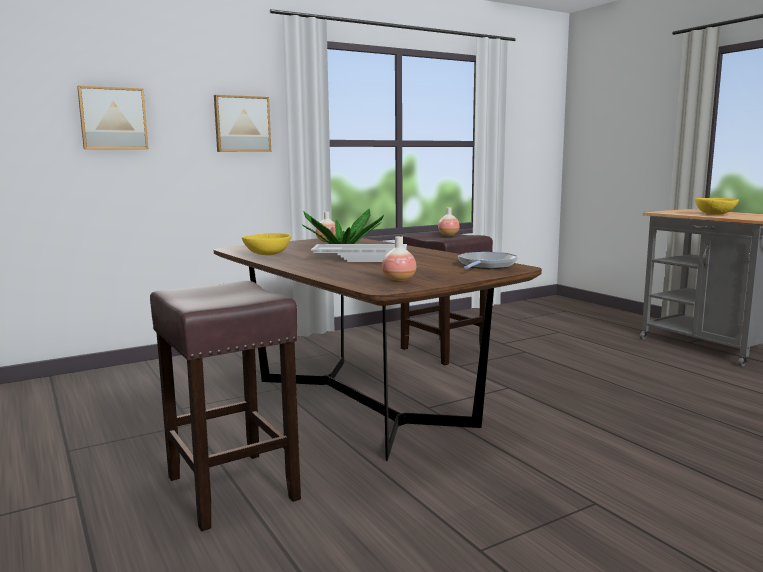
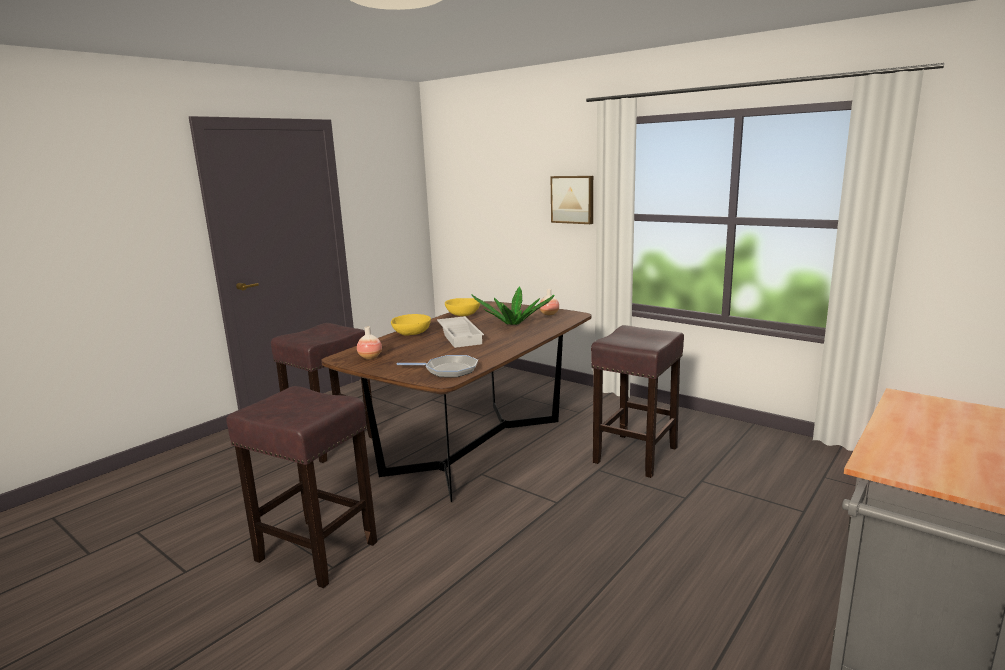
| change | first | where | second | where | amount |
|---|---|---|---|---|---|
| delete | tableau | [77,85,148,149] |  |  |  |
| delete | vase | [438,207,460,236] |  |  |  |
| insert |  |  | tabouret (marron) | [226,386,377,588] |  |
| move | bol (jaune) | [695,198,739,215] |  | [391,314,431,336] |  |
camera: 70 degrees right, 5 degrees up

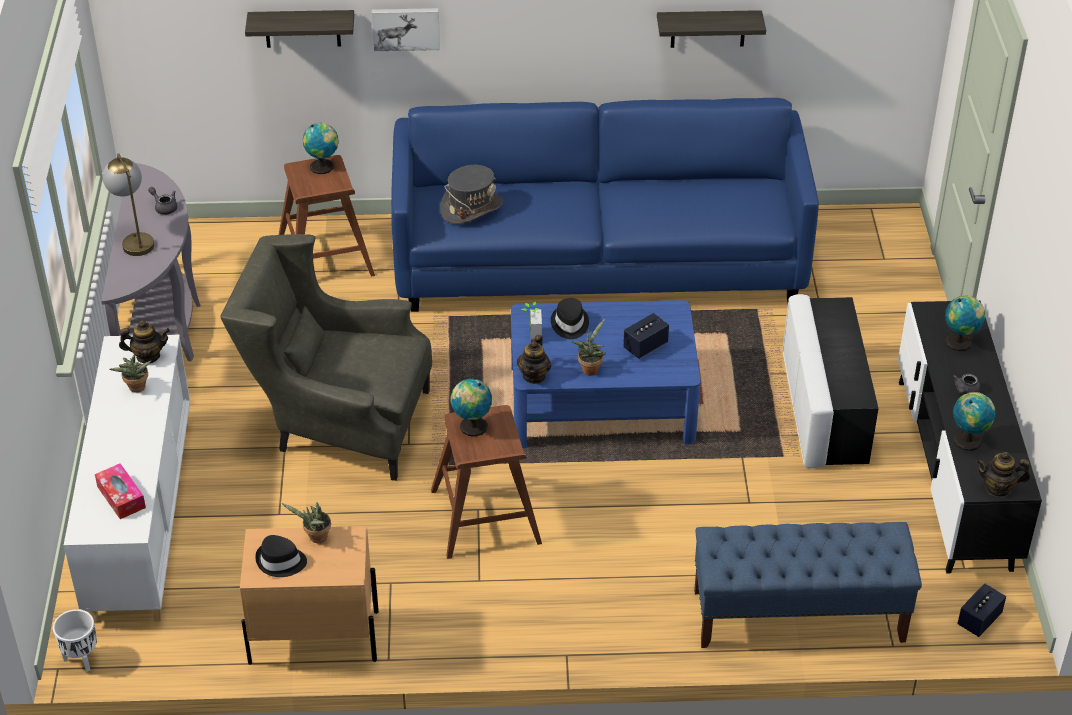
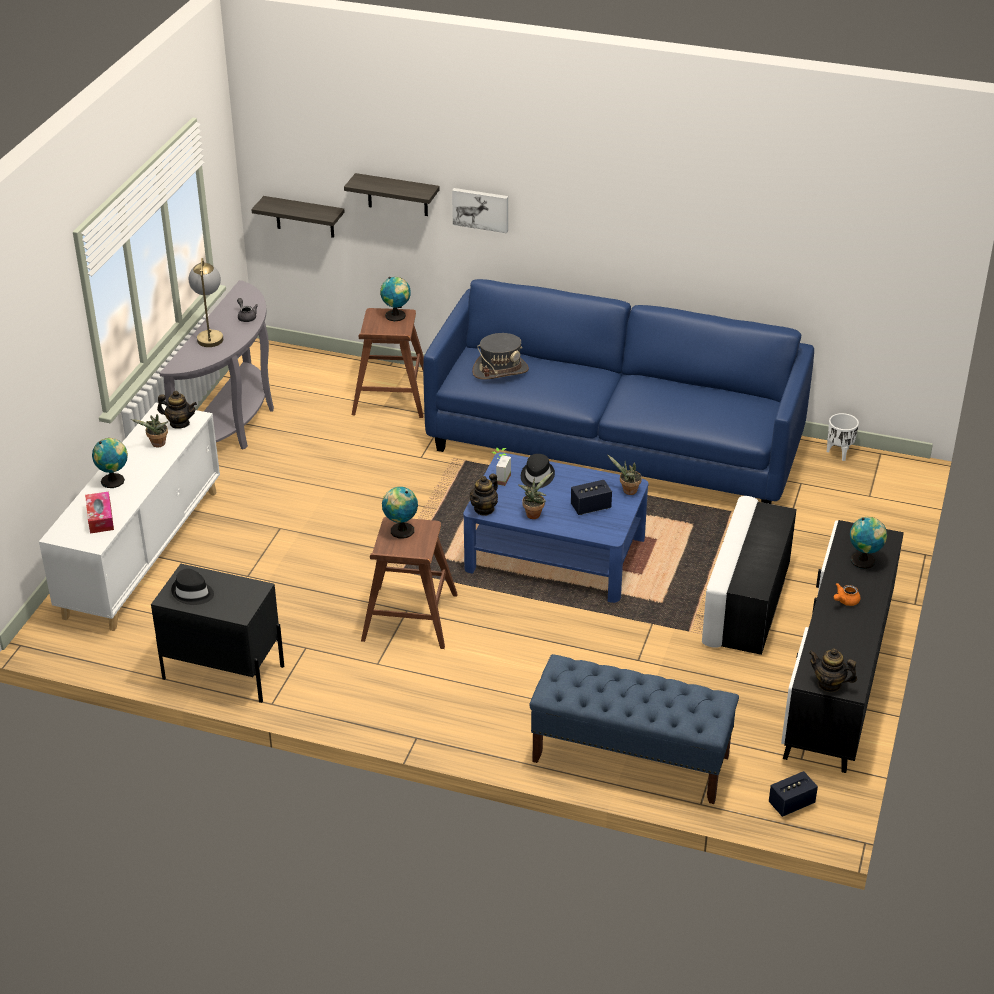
| change | first | where | second | where | amount |
|---|---|---|---|---|---|
| delete | fauteuil (gris) | [220,234,432,481] |  |  |  |
| move | cache-pot (blanc) | [53,609,97,672] |  | [827,413,859,461] |  |
| move | plante en pot | [282,502,331,543] |  | [607,454,642,495] |  |
| move | étagère | [657,10,766,48] |  | [251,196,345,238] |  |
| move | globe | [953,392,996,451] |  | [92,438,128,488] |  |
| recolor | table de chevet (beige) | [240,526,379,665] | table de chevet (noir) | [151,564,284,703] |  |
| recolor | théière (gris) | [952,374,980,395] | théière (orange) | [834,583,860,606] |  |
camera: 20 degrees right, 5 degrees down

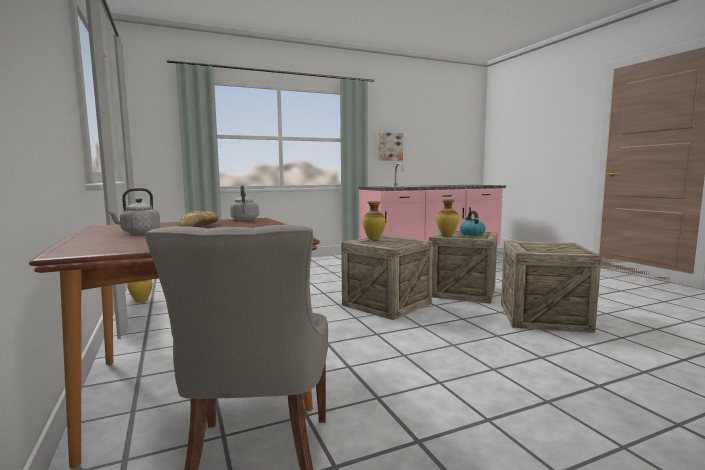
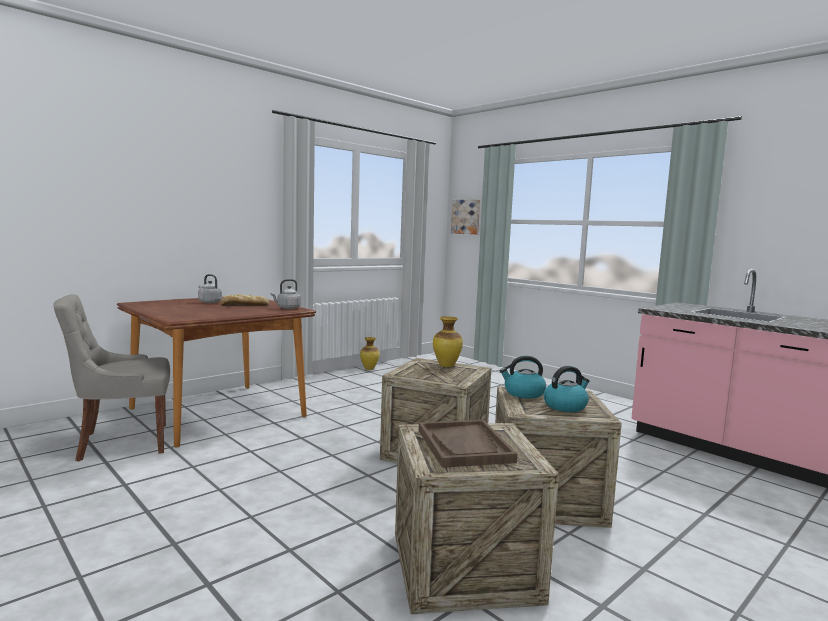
| change | first | where | second | where | amount |
|---|---|---|---|---|---|
| insert |  |  | plateau (marron) | [419,420,517,468] |  |
| move | tableau | [378,132,403,161] |  | [451,199,480,234] |  |
| replace | vase | [436,199,459,236] | bouilloire | [500,356,546,399] |  |
camera: 70 degrees right, 0 degrees up

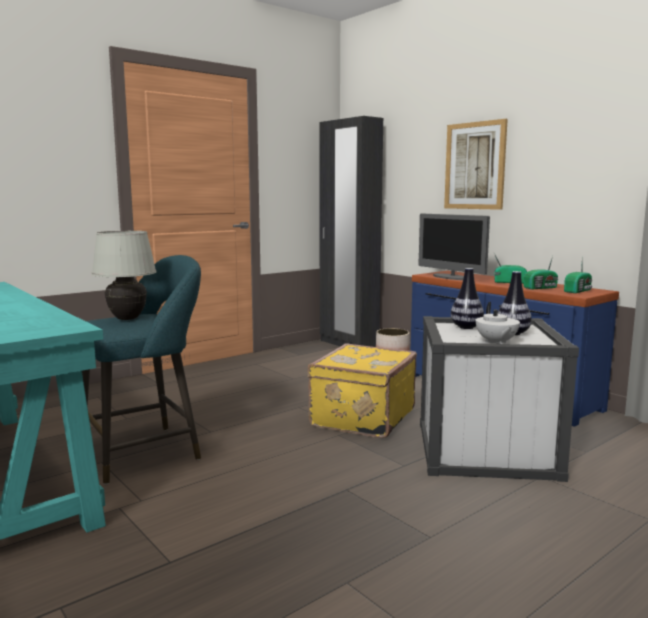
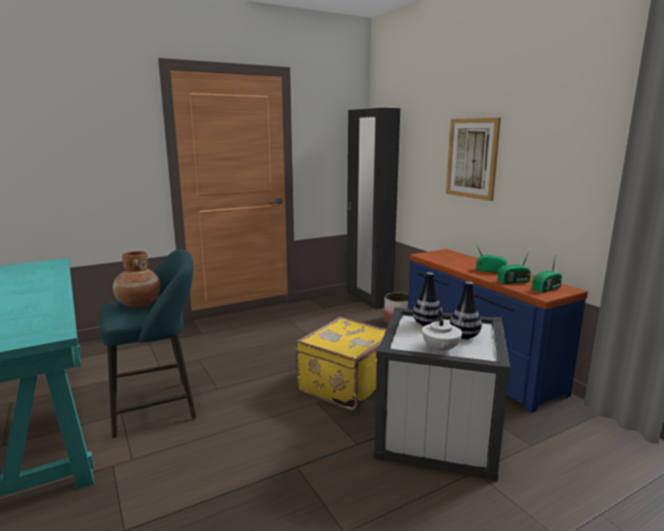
| change | first | where | second | where | amount |
|---|---|---|---|---|---|
| delete | écran d'ordinateur | [418,214,490,280] |  |  |  |
| replace | lampe de table (blanc) | [92,231,156,320] | vase (marron) | [113,251,161,307] |  |
camera: 10 degrees right, 5 degrees up

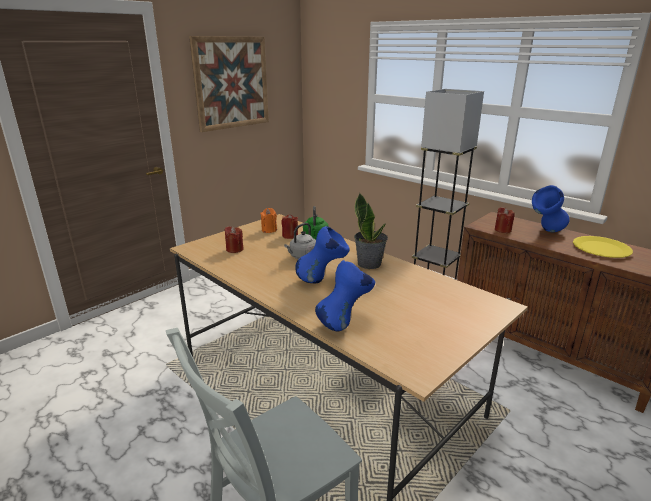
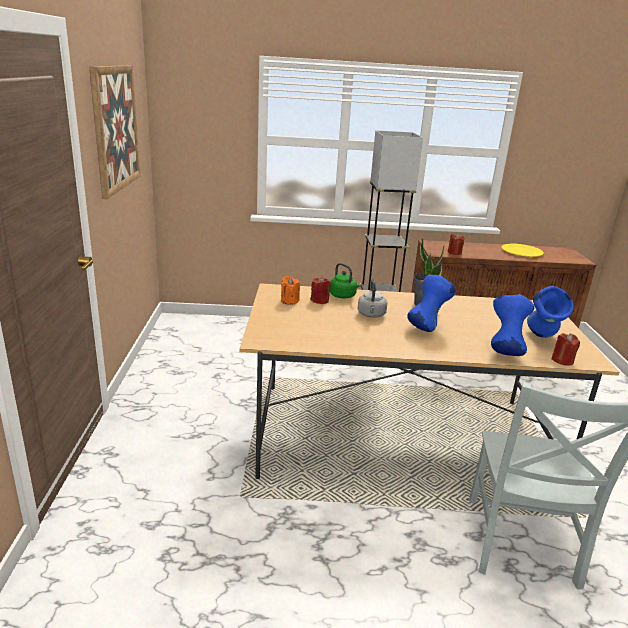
| change | first | where | second | where | amount |
|---|---|---|---|---|---|
| move | bougie (rouge) | [225,226,243,253] |  | [552,333,580,366] |  |
| move | vase (bleu) | [532,185,570,232] |  | [527,286,574,338] |  |
camera: 45 degrees left, 0 degrees up

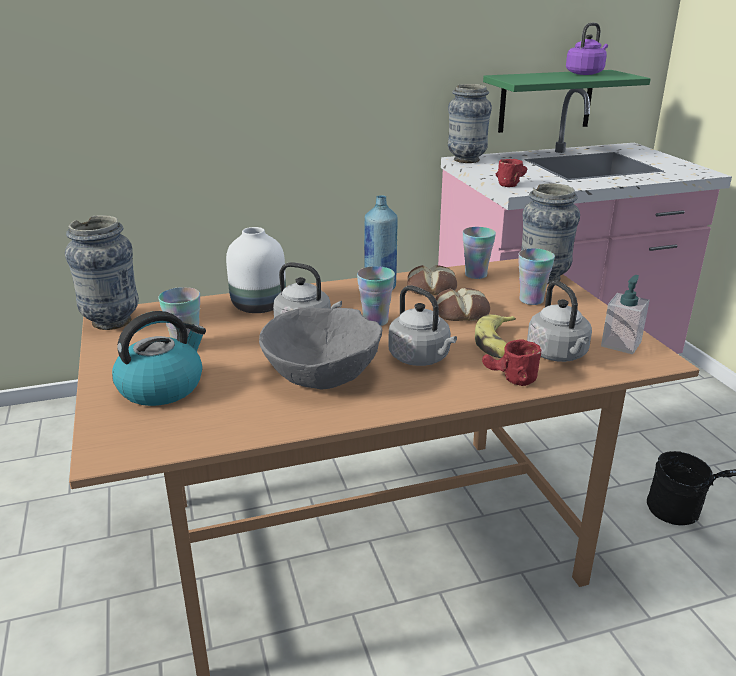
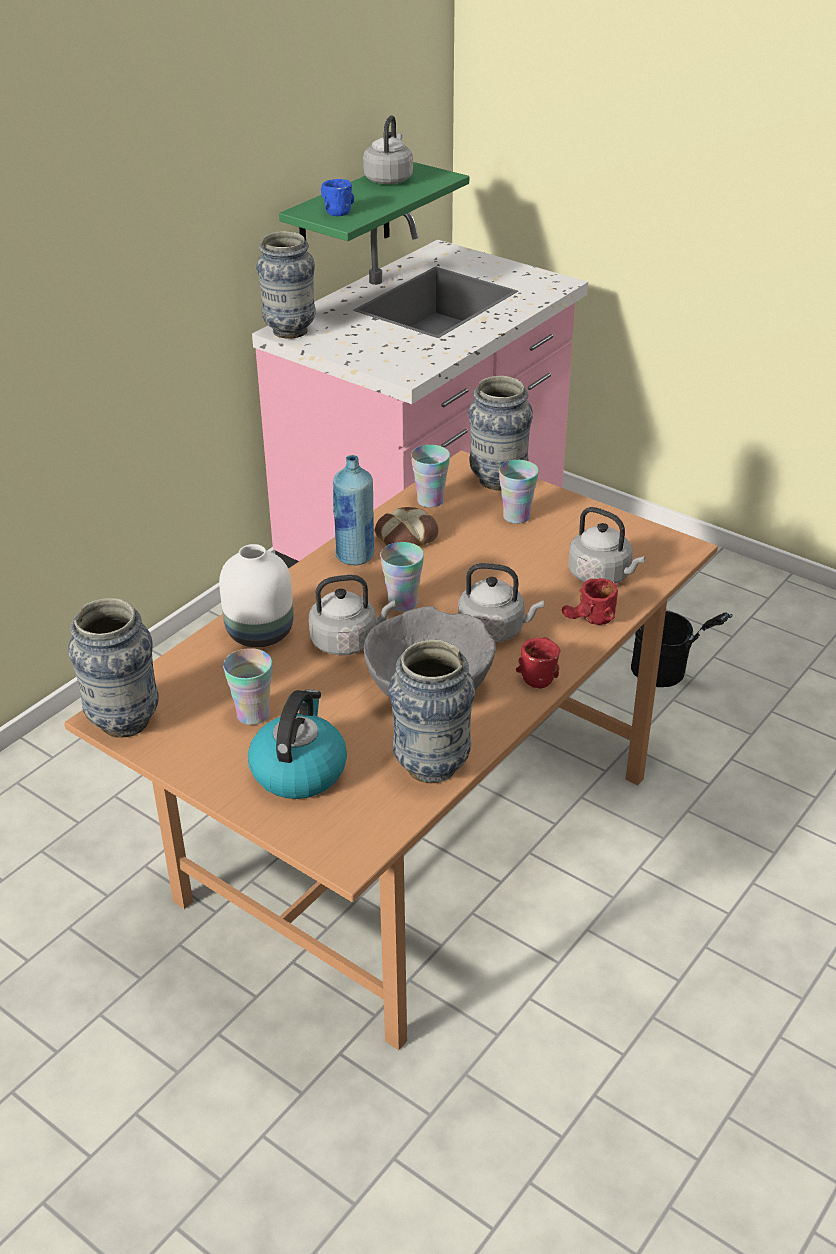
| change | first | where | second | where | amount |
|---|---|---|---|---|---|
| delete | pain | [435,288,490,321] |  |  |  |
| delete | banane | [475,314,516,358] |  |  |  |
| delete | distributeur de savon | [601,275,650,354] |  |  |  |
| insert |  |  | mug (bleu) | [321,179,354,216] |  |
| insert |  |  | vase | [389,640,475,783] |  |
| move | mug (rouge) | [496,159,527,187] |  | [516,637,561,689] |  |
| recolor | bouilloire (violet) | [566,23,608,75] | bouilloire (gris) | [363,115,413,184] |  |
camera: 35 degrees left, 10 degrees up

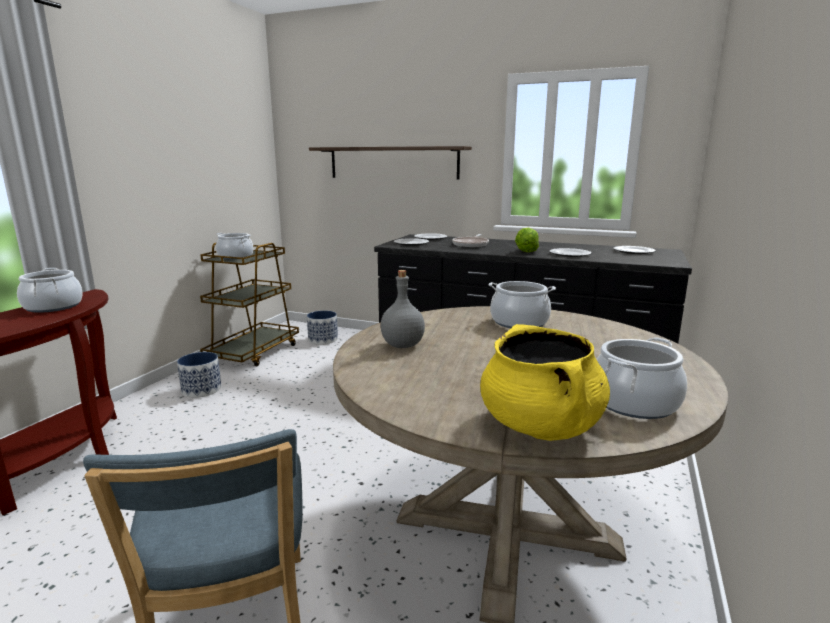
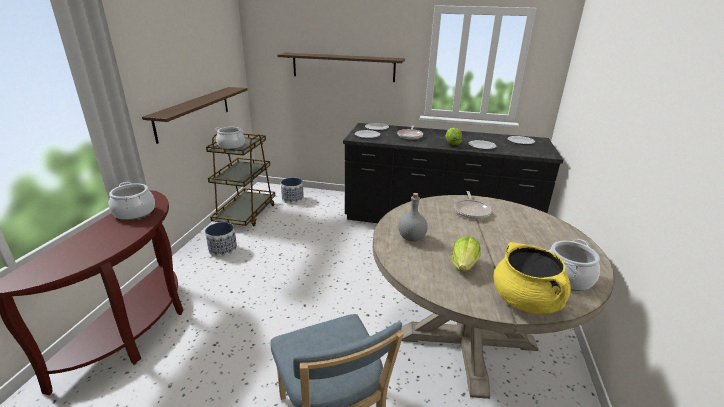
| change | first | where | second | where | amount |
|---|---|---|---|---|---|
| insert |  |  | étagère | [142,87,247,144] |  |
| insert |  |  | laitue | [451,236,481,272] |  |
| replace | marmite | [489,281,556,328] | poêle | [454,191,492,219] |  |
camera: 10 degrees left, 10 degrees up

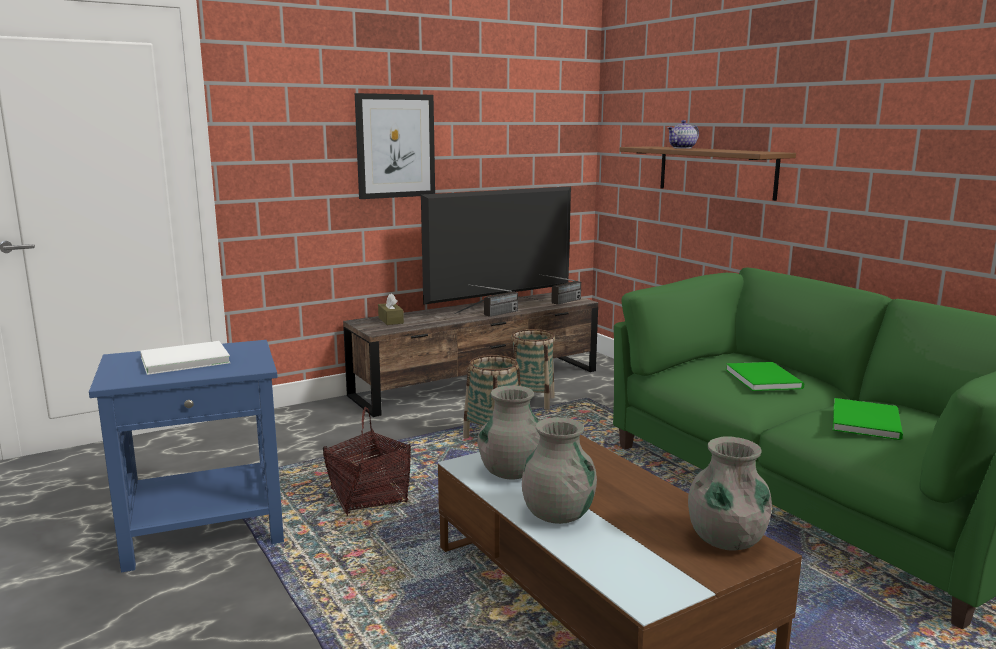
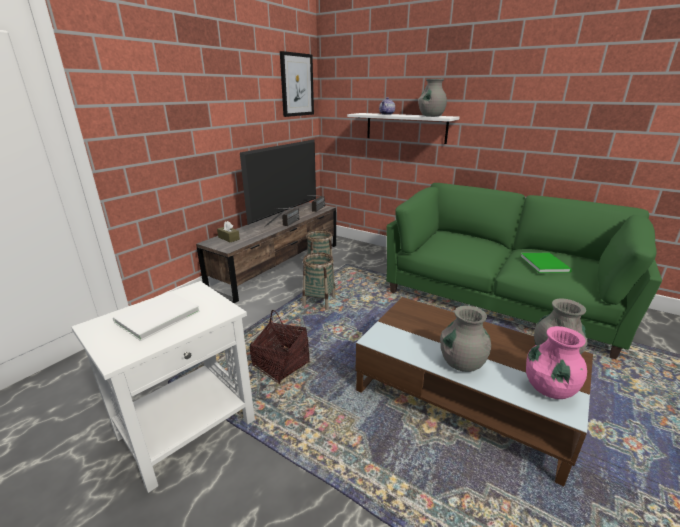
| change | first | where | second | where | amount |
|---|---|---|---|---|---|
| delete | livre (vert) | [726,362,804,391] |  |  |  |
| insert |  |  | vase (rose) | [526,326,587,399] |  |
| move | tableau | [355,93,435,199] |  | [280,51,314,117] |  |
| move | vase (gris) | [478,385,540,479] |  | [418,79,447,117] |  |
| recolor | table d'appoint (bleu) | [89,340,284,573] | table d'appoint (blanc) | [71,281,255,493] |  |
| recolor | étagère (marron) | [620,146,796,201] | étagère (blanc) | [347,113,460,144] |  |
camera: 25 degrees left, 10 degrees up

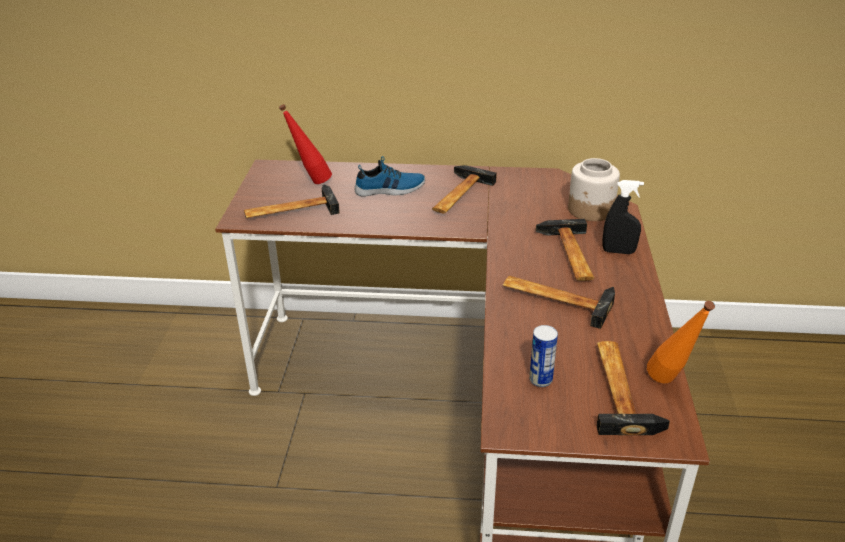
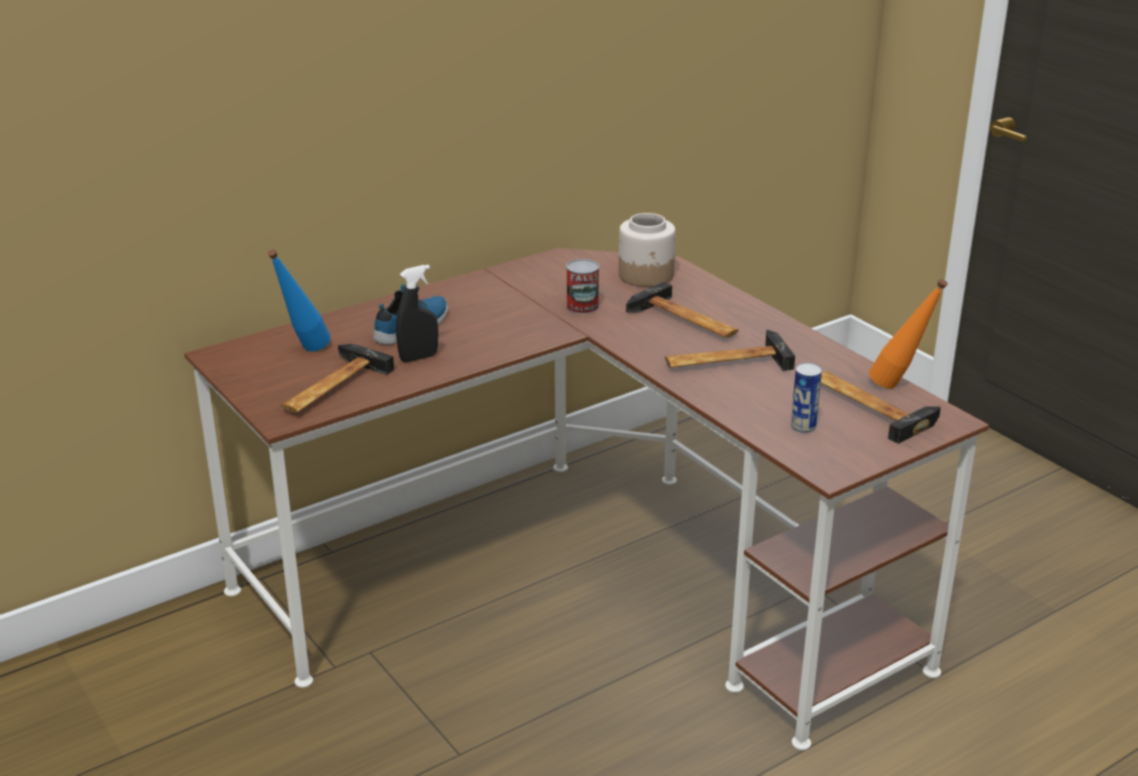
| change | first | where | second | where | amount |
|---|---|---|---|---|---|
| delete | marteau | [432,165,497,213] |  |  |  |
| insert |  |  | boîte métallique | [566,259,599,314] |  |
| move | vaporisateur (noir) | [603,180,644,254] |  | [396,265,438,362] |  |
| recolor | bouteille (rouge) | [279,104,332,184] | bouteille (bleu) | [267,249,331,352] |  |
camera: 40 degrees left, 5 degrees down

